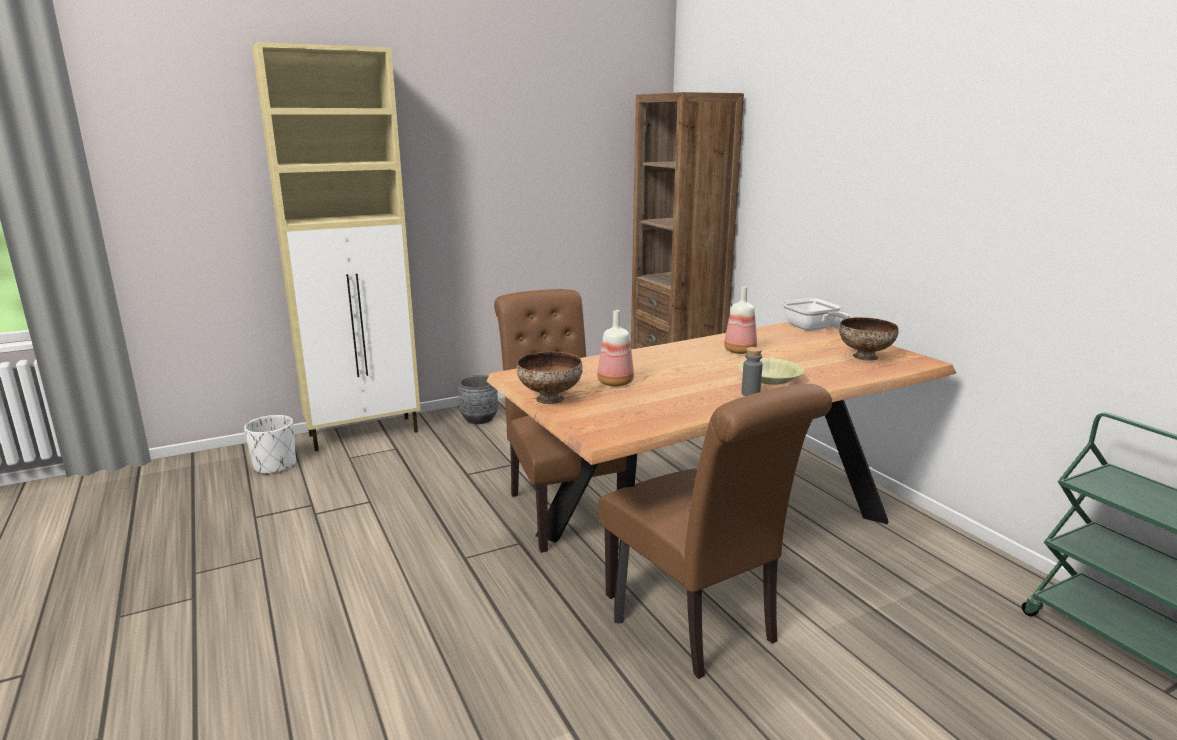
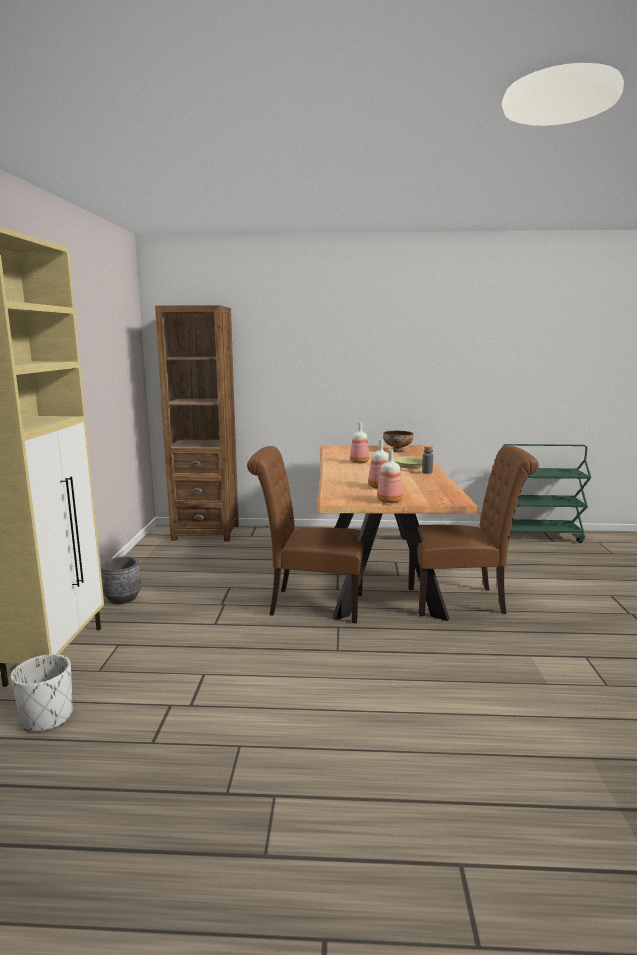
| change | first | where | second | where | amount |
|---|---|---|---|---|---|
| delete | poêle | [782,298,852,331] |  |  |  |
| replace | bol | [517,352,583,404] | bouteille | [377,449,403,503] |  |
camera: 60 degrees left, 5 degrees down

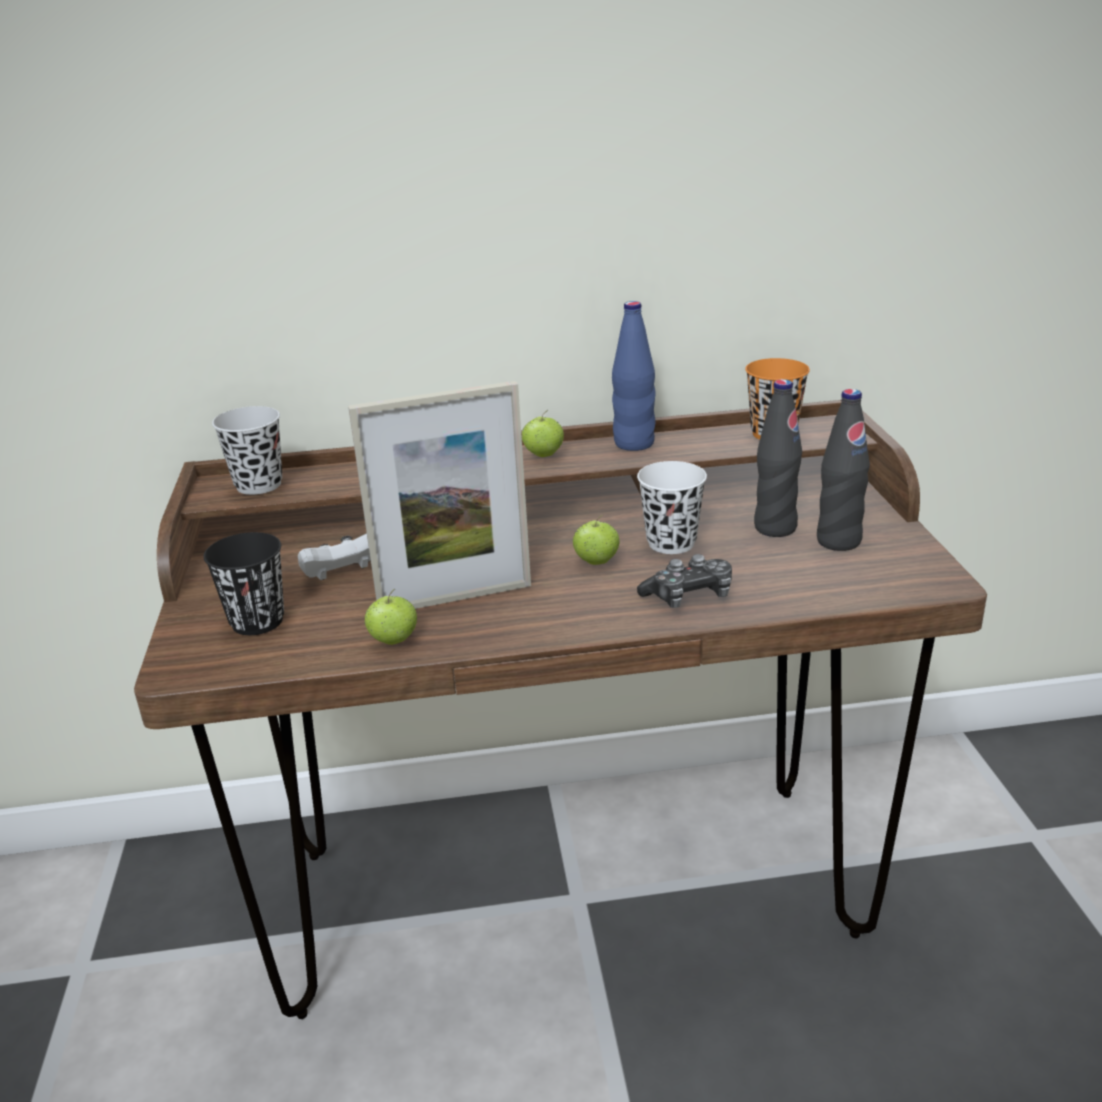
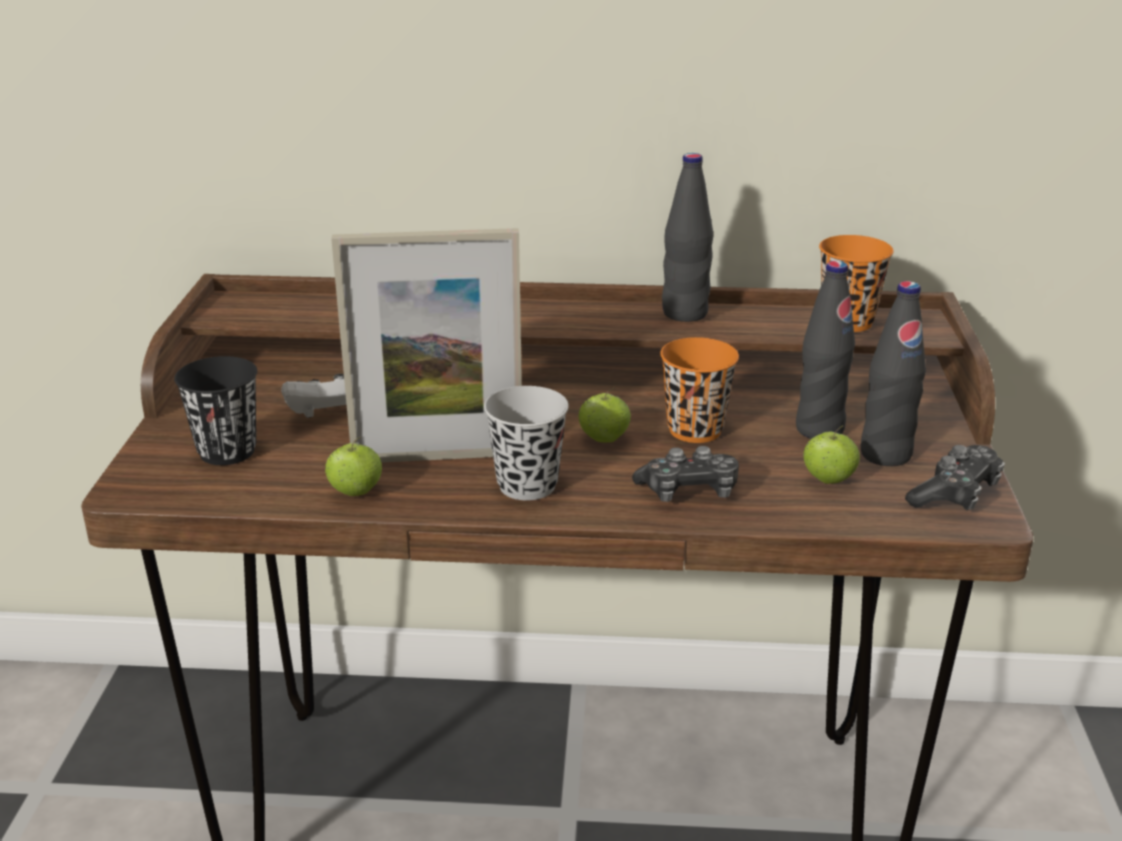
| change | first | where | second | where | amount |
|---|---|---|---|---|---|
| insert |  |  | manette | [905,445,1005,511] |  |
| move | tasse (noir) | [212,406,282,495] |  | [484,386,569,500] |  |
| move | pomme | [522,410,564,457] |  | [803,426,860,484] |  |
| recolor | bouteille (bleu) | [612,301,655,451] | bouteille (noir) | [662,153,713,322] |  |
| recolor | tasse (blanc) | [637,461,707,554] | tasse (orange) | [660,337,739,443] |  |
camera: 10 degrees right, 0 degrees up

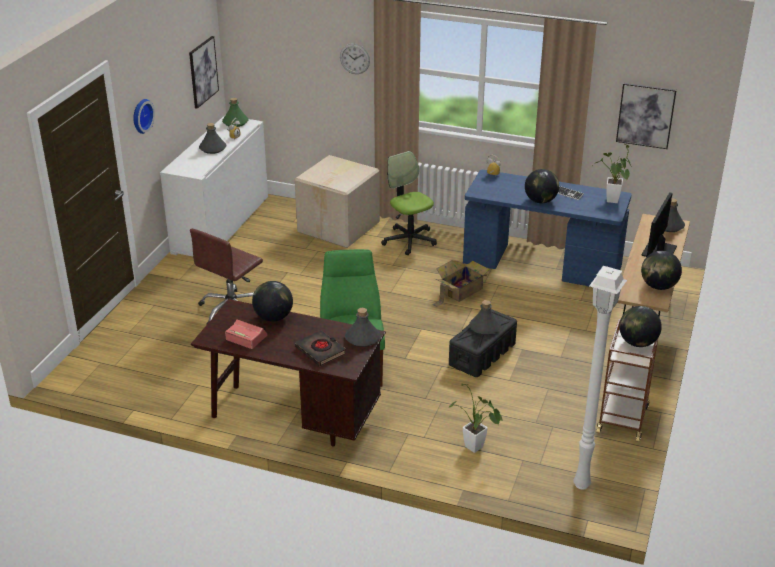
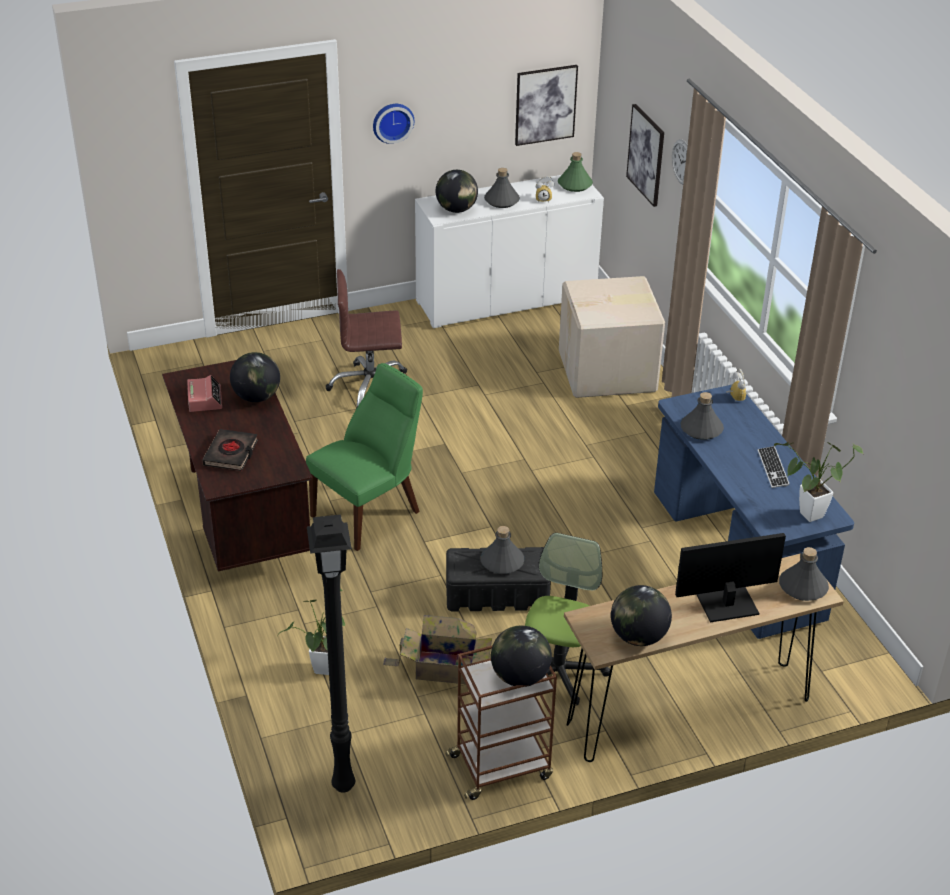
| change | first | where | second | where | amount |
|---|---|---|---|---|---|
| move | bouteille (gris) | [345,308,380,347] |  | [680,392,724,440] |  |
| move | chaise de bureau | [381,151,437,255] |  | [525,533,610,706] |  |
| move | carton | [432,260,490,307] |  | [383,615,492,684] |  |
| move | globe | [525,169,559,203] |  | [436,170,478,213] |  |
| move | tableau | [616,83,677,149] |  | [626,104,664,207] |  |
| recolor | lampadaire (blanc) | [573,266,627,490] | lampadaire (noir) | [307,515,355,793] |  |
camera: 50 degrees right, 5 degrees up

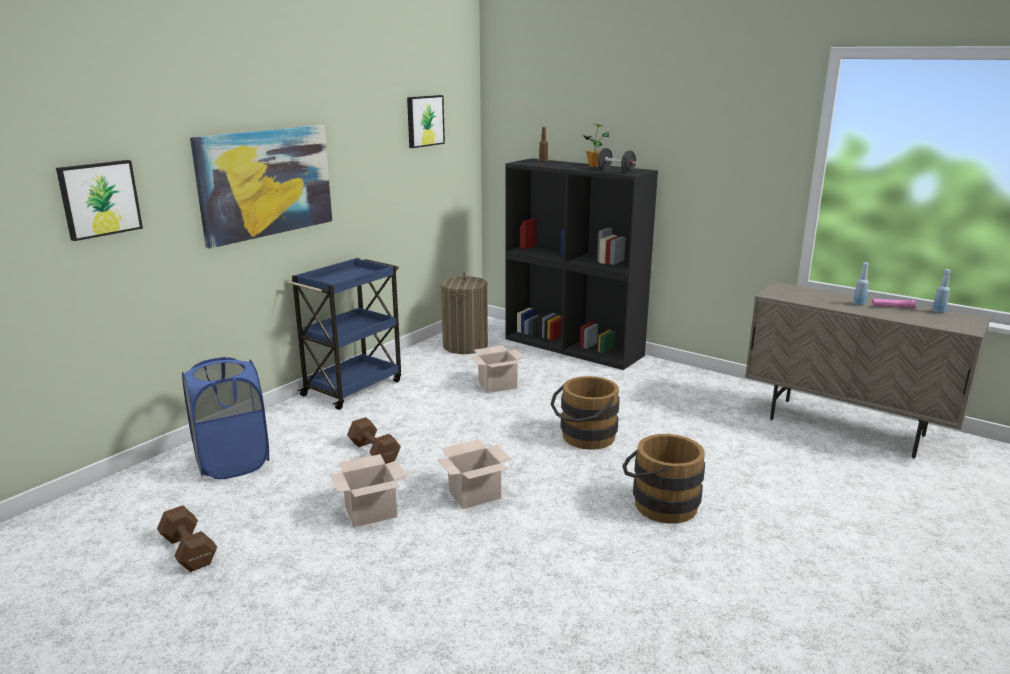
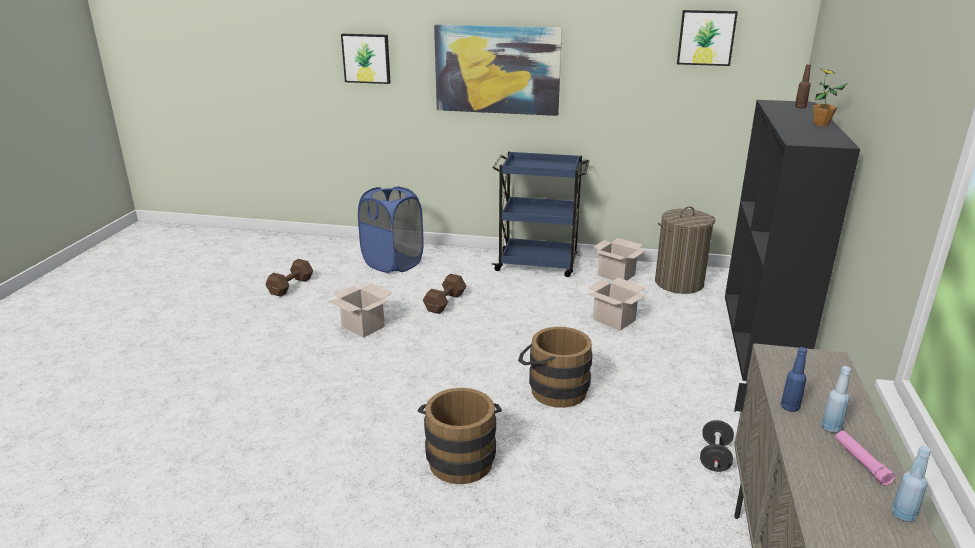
| change | first | where | second | where | amount |
|---|---|---|---|---|---|
| insert |  |  | bouteille (bleu) | [781,347,807,412] |  |
| move | carton | [437,439,511,509] |  | [594,238,645,280] |  |
| move | haltère (noir) | [597,148,637,173] |  | [700,420,734,472] |  |
camera: 65 degrees right, 5 degrees up

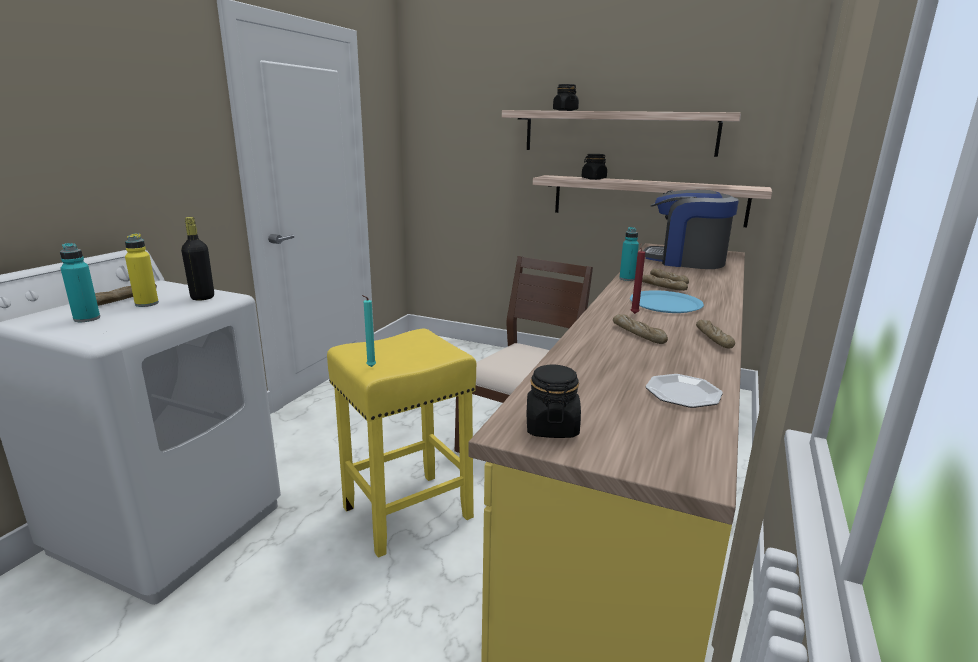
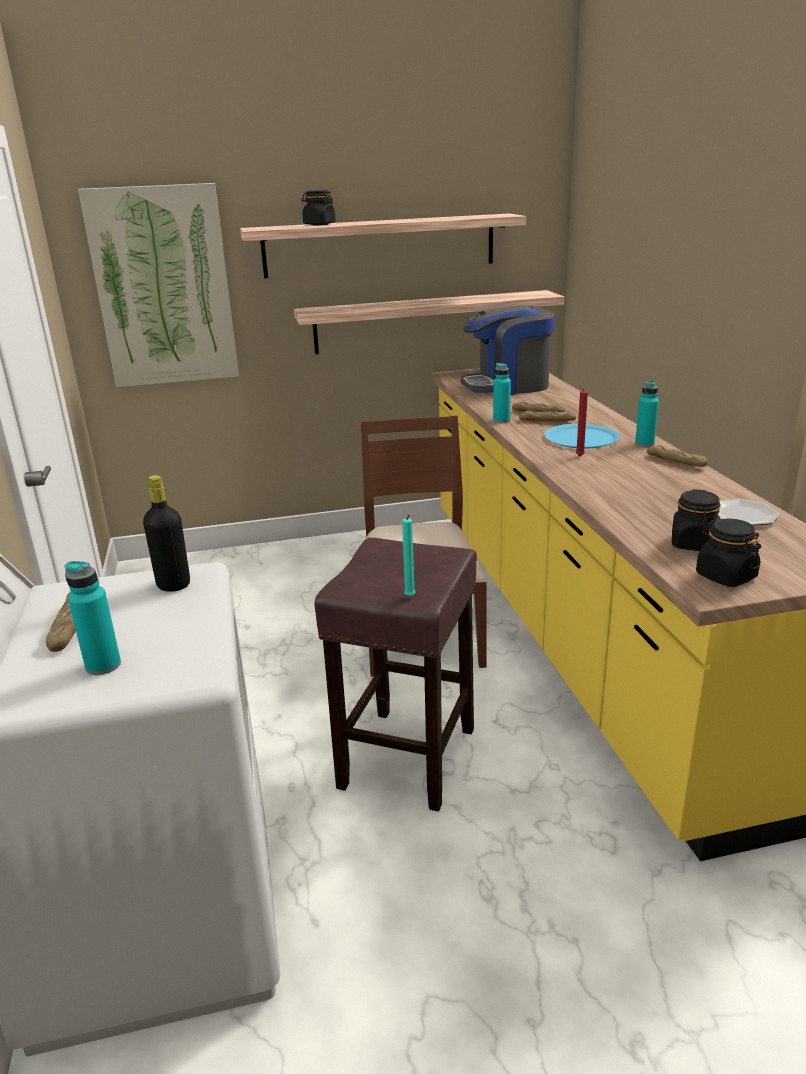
| change | first | where | second | where | amount |
|---|---|---|---|---|---|
| delete | bouteille (jaune) | [125,233,159,307] |  |  |  |
| delete | pain | [613,314,668,344] |  |  |  |
| insert |  |  | tableau | [78,183,239,387] |  |
| insert |  |  | bouteille (turquoise) | [635,381,659,447] |  |
| move | bocal (noir) | [582,154,607,180] |  | [672,489,721,551] |  |
| recolor | tabouret (jaune) | [327,329,476,558] | tabouret (marron) | [315,538,477,812] |  |
camera: 35 degrees left, 5 degrees up

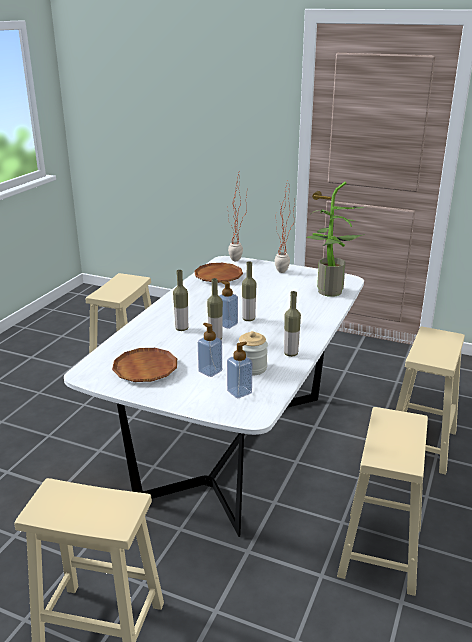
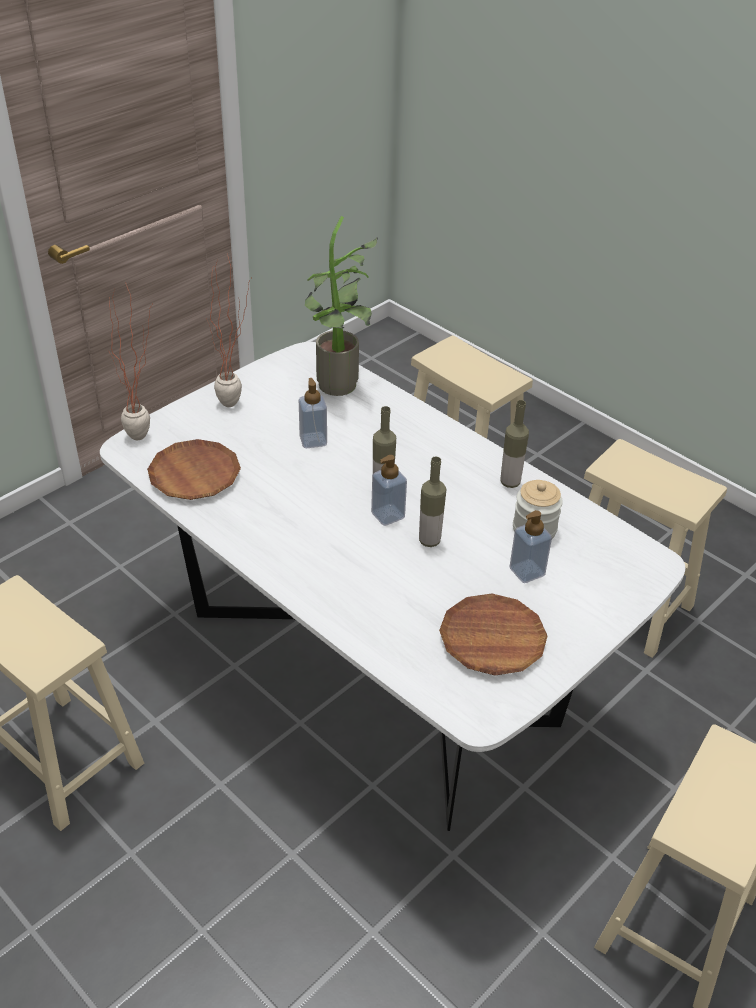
| change | first | where | second | where | amount |
|---|---|---|---|---|---|
| delete | bouteille | [173,270,188,331] |  |  |  |
| move | distributeur de savon | [227,342,252,398] |  | [299,378,327,448] |  |
camera: 70 degrees left, 15 degrees up

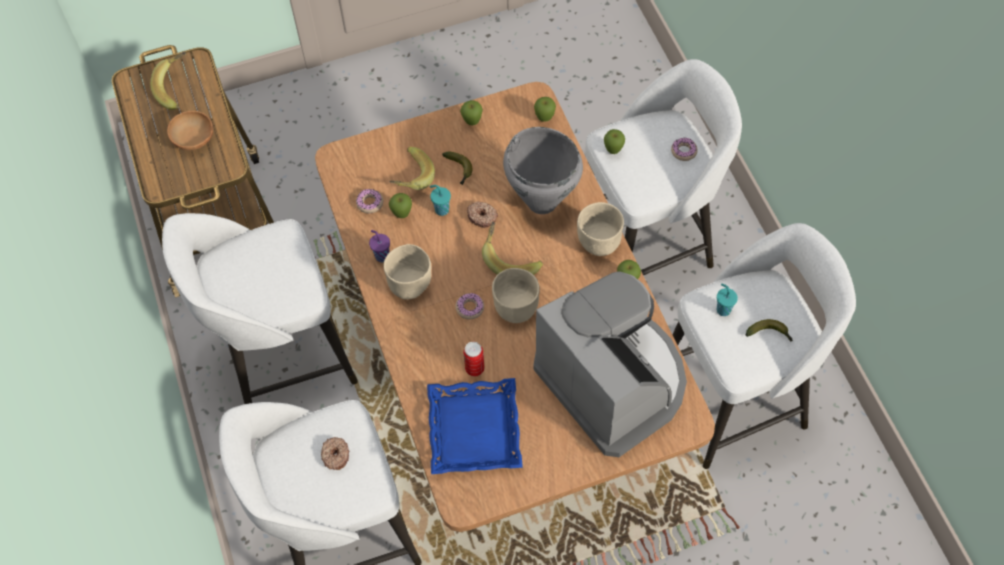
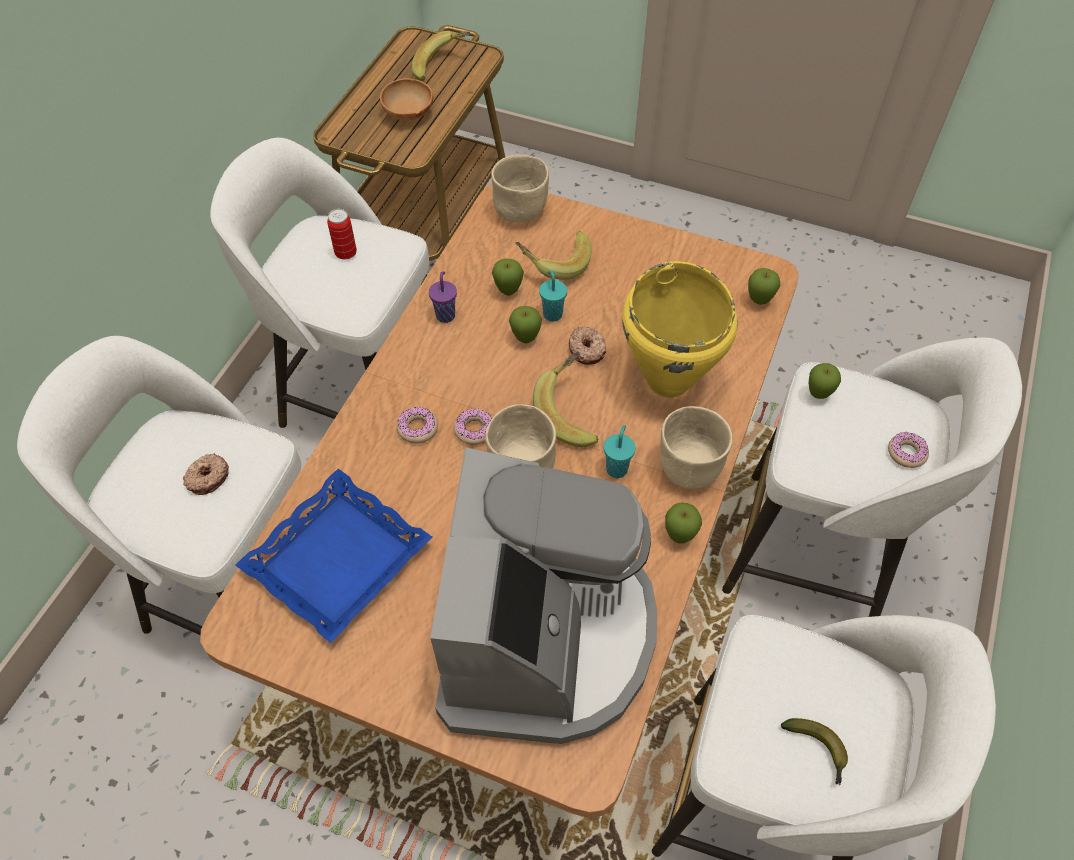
| change | first | where | second | where | amount |
|---|---|---|---|---|---|
| delete | banane | [442,152,473,185] |  |  |  |
| move | beignet | [356,189,383,214] |  | [397,407,438,444] |  |
| move | bol (beige) | [384,244,431,300] |  | [491,155,549,222] |  |
| move | pomme | [460,100,483,126] |  | [509,306,542,343] |  |
| move | boîte métallique | [463,342,484,377] |  | [327,209,357,260] |  |
| move | tasse (turquoise) | [717,284,738,316] |  | [604,425,635,478] |  |
| recolor | marmite (gris) | [503,127,583,214] | marmite (jaune) | [622,261,738,398] |  |
camera: 40 degrees right, 5 degrees down

